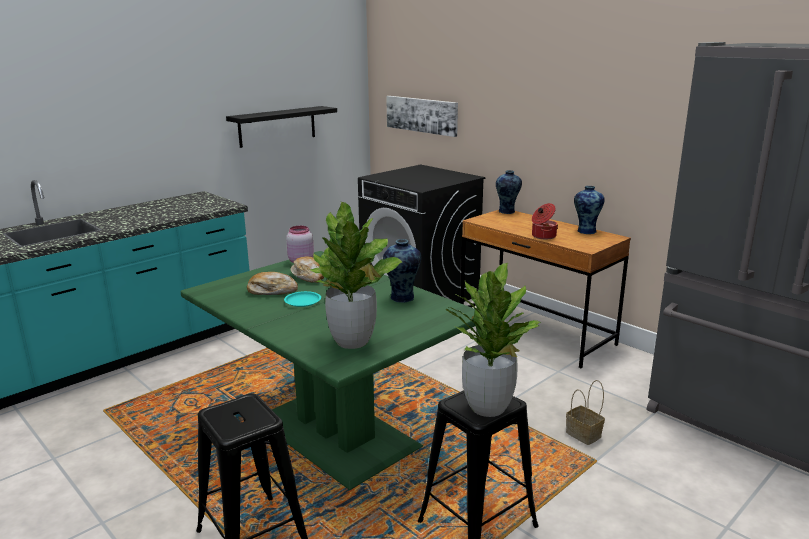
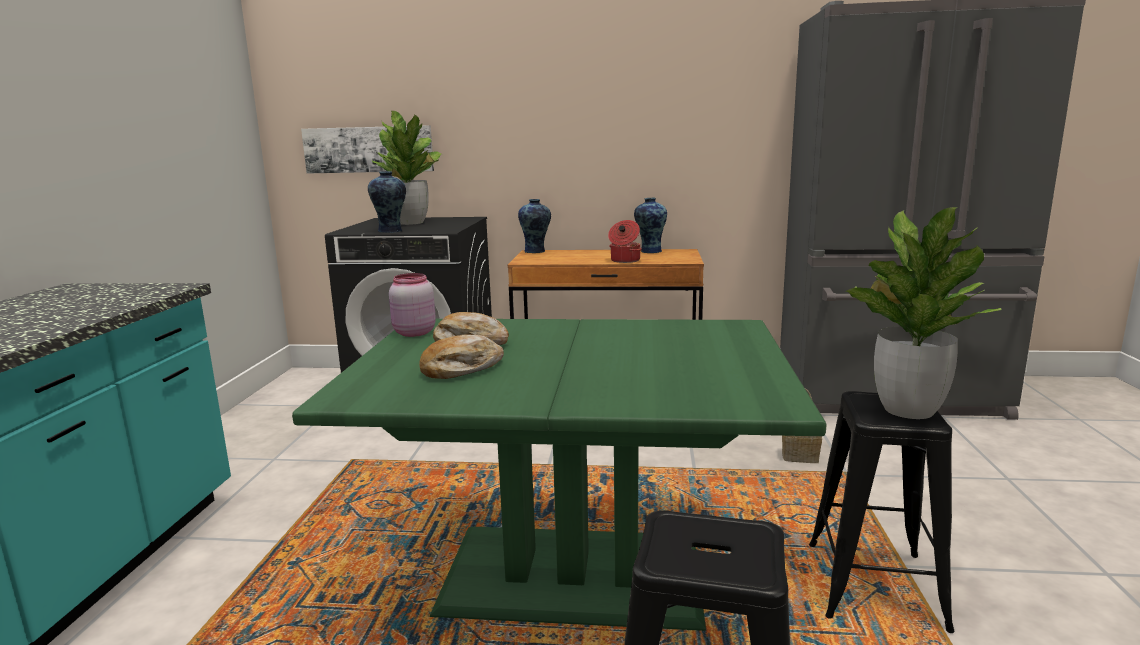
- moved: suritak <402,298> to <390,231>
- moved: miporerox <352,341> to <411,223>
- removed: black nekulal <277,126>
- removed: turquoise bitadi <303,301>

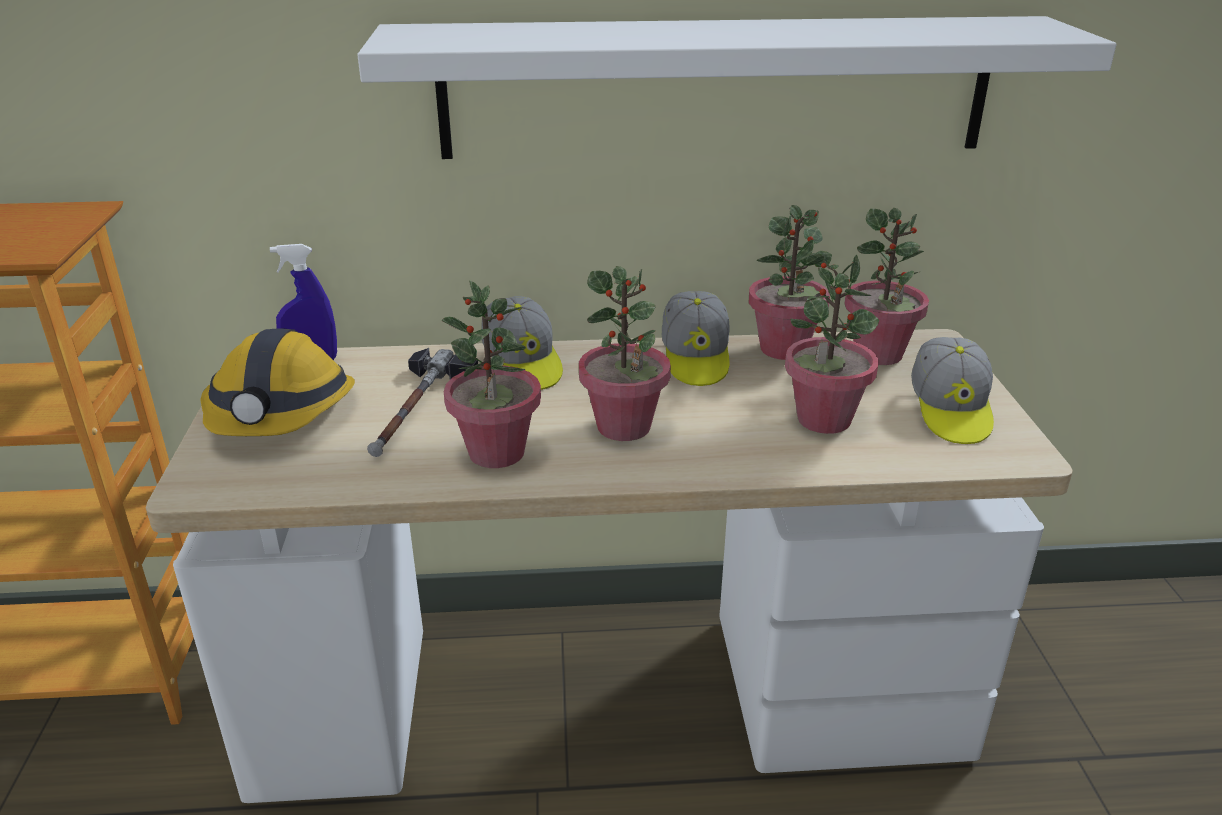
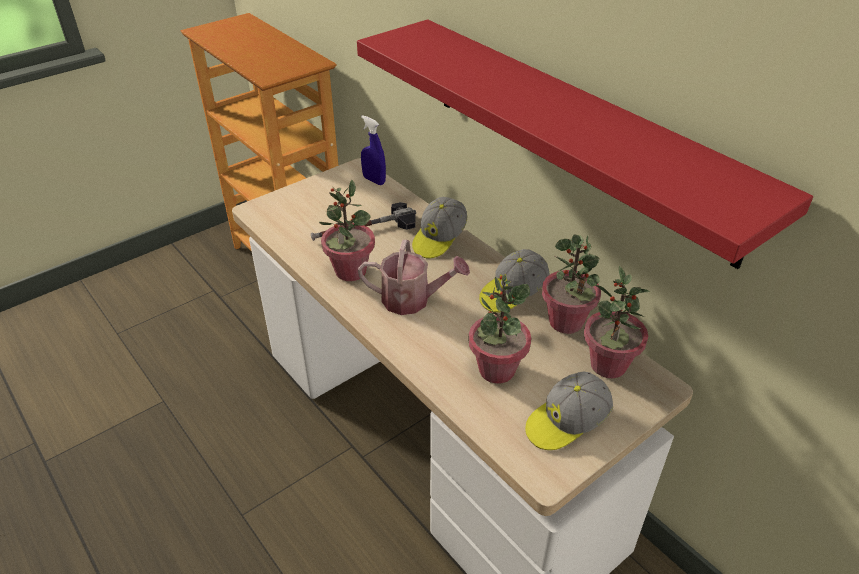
- recoloured: white nekulal <716,88> to red nekulal <575,133>
- replaced: miporerox <624,427> to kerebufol <413,299>
- removed: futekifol <281,413>

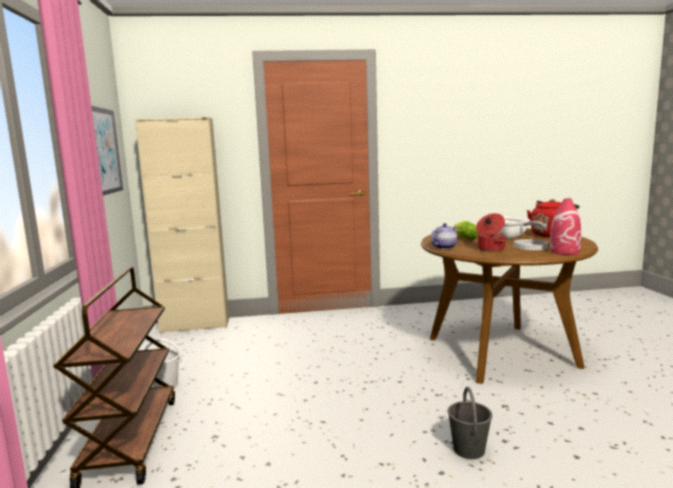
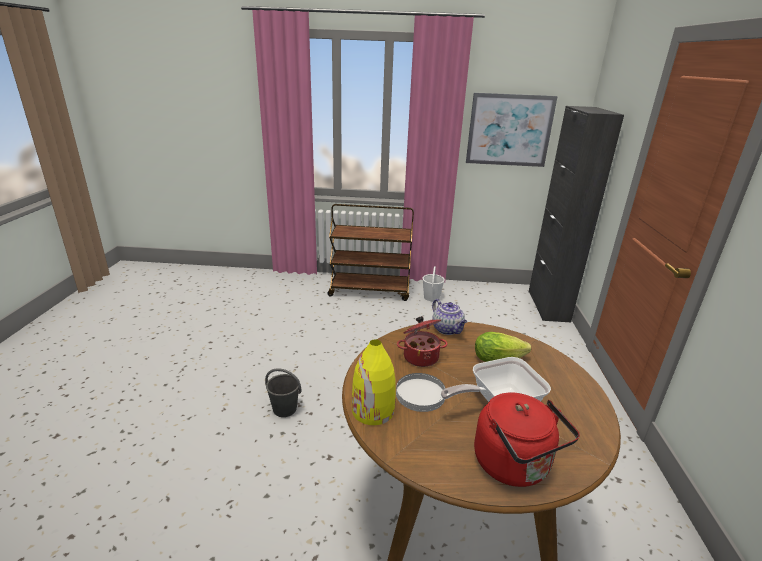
- recoloured: red suritak <564,251> to yellow suritak <373,410>
- recoloured: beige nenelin <195,325> to black nenelin <548,306>

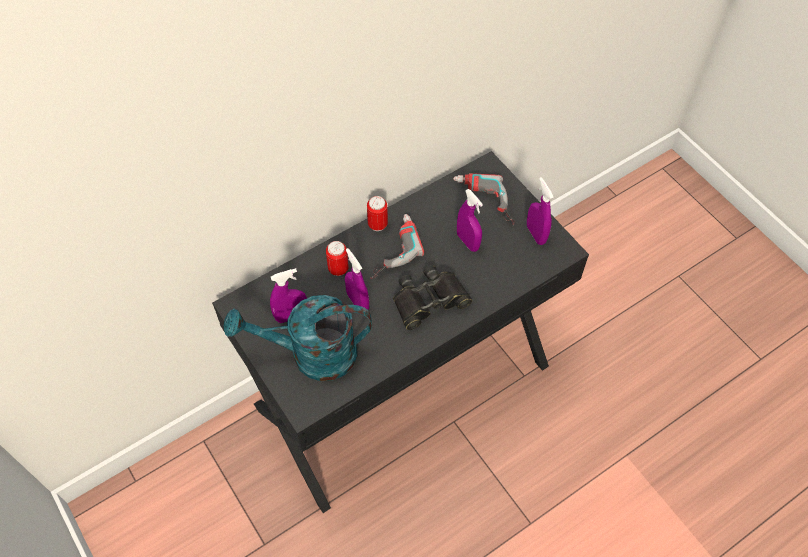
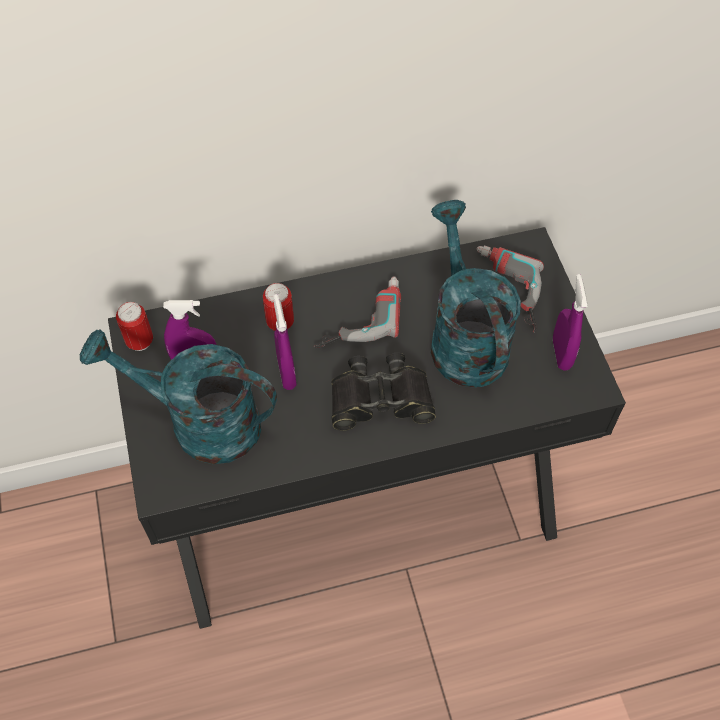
- moved: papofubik <377,224> to <140,341>
- replaced: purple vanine <467,242> to turquoise kerebufol <464,337>

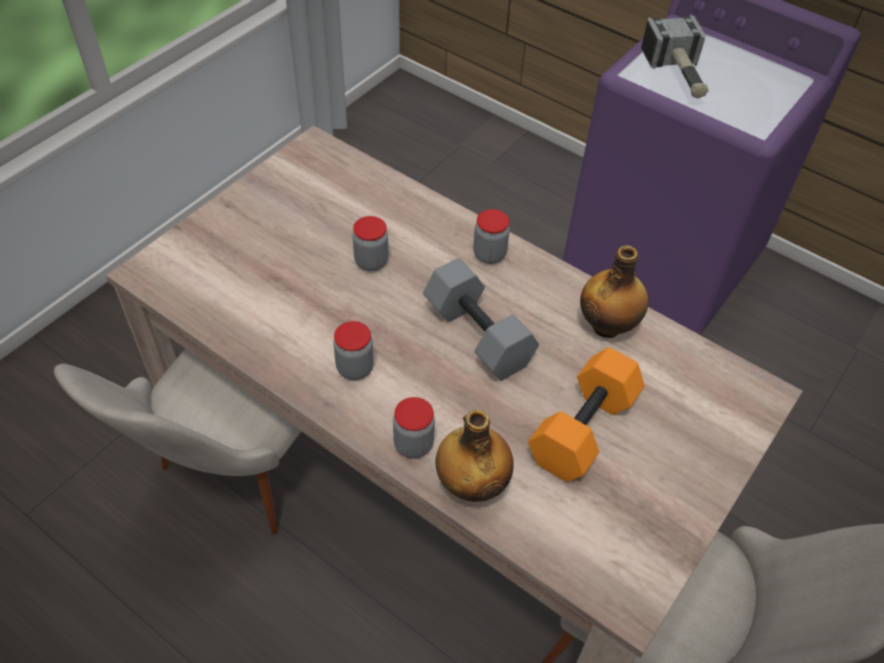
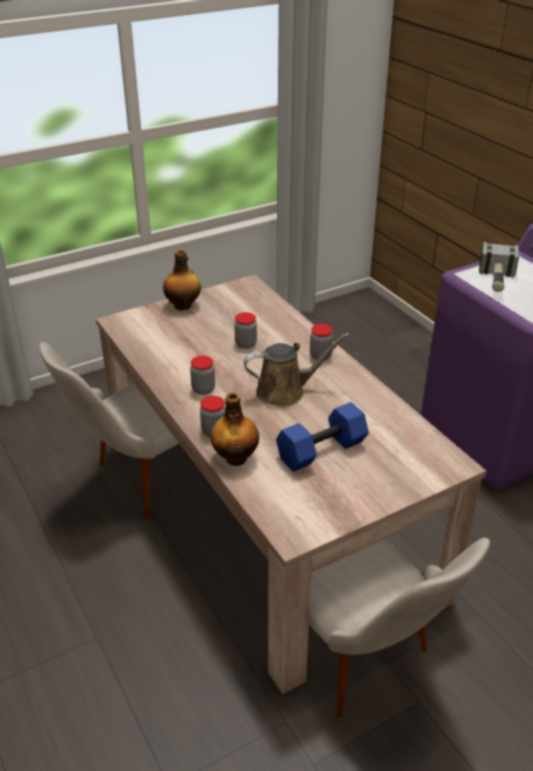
- moved: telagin <608,325> to <183,305>
- replaced: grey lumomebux <475,335> to brown kerebufol <285,391>
- recoloured: orange lumomebux <584,430> to blue lumomebux <321,451>

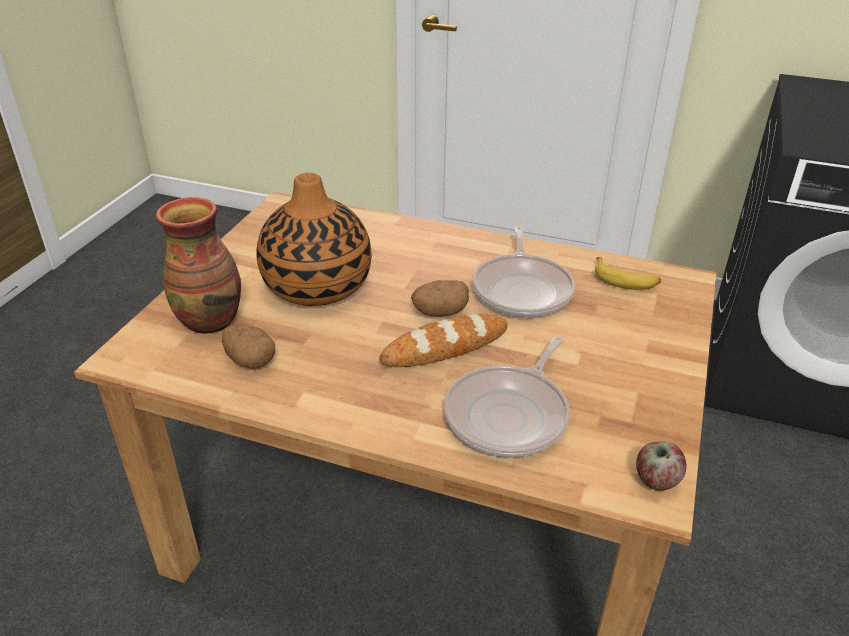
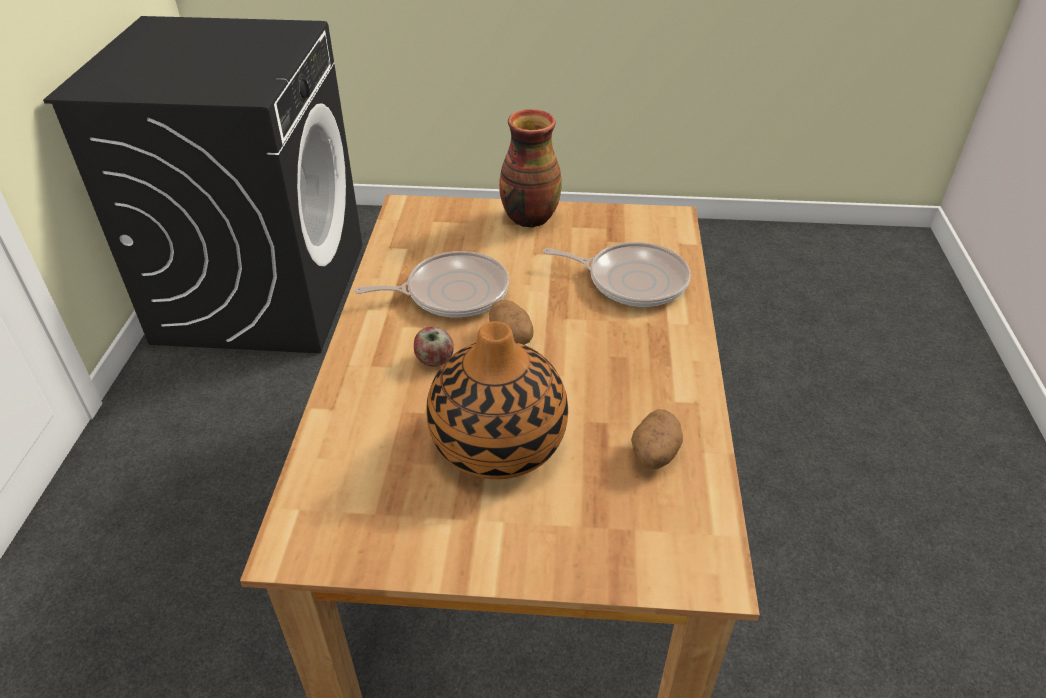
- moved: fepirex <656,480> to <434,360>
- moved: suritak <211,320> to <528,218>
- removed: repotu <445,347>
- removed: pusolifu <625,280>

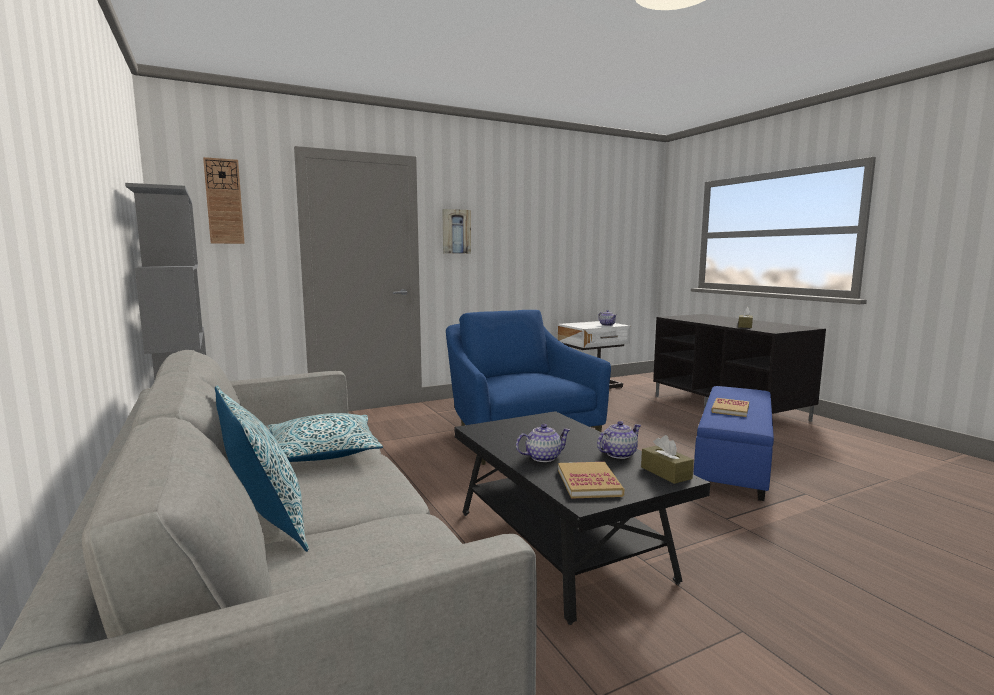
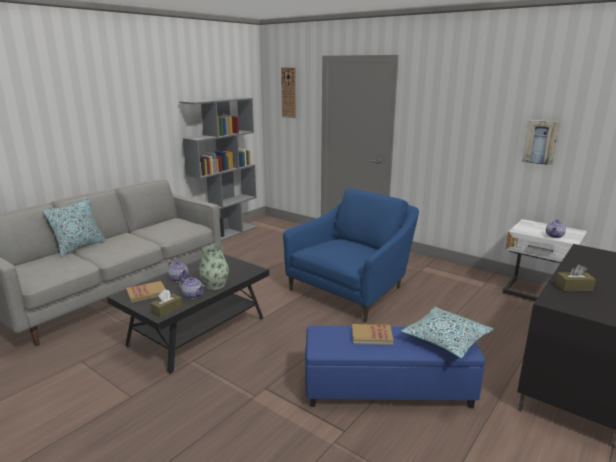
- added: suritak <215,285>
- moved: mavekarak <323,452> to <445,340>
- moved: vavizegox <456,231> to <540,142>

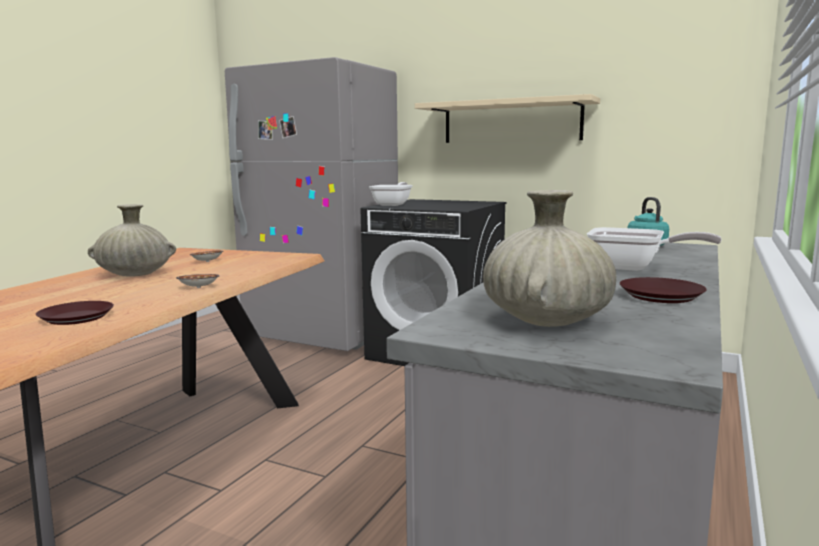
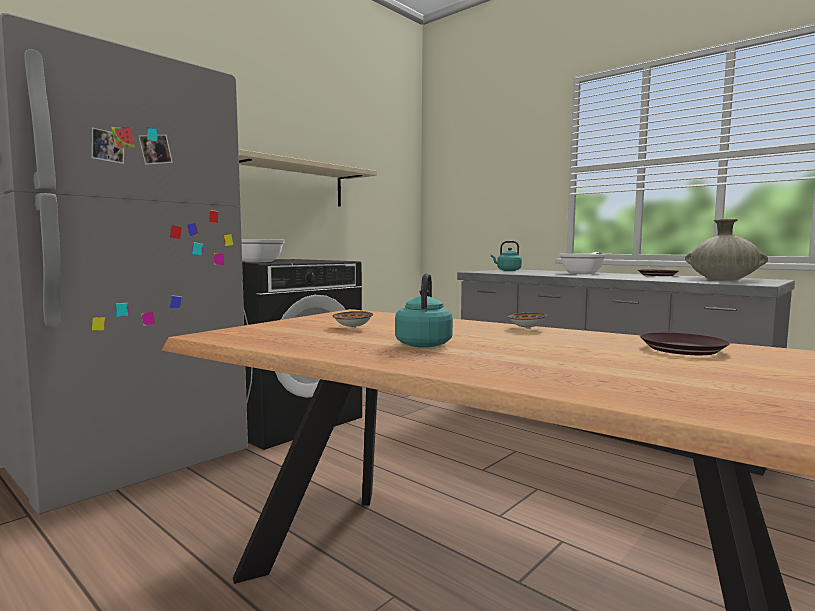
- replaced: beige suritak <135,274> to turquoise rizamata <424,344>

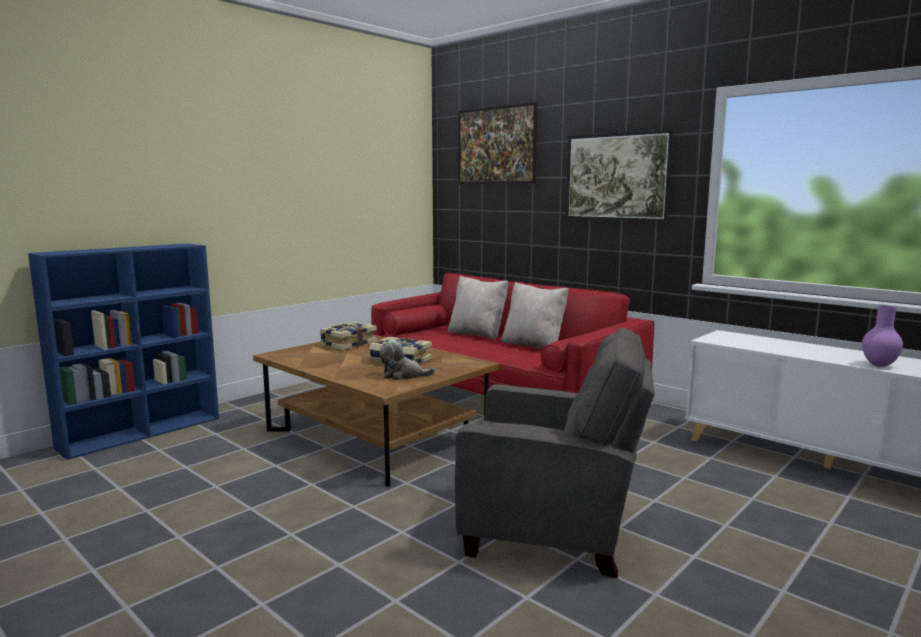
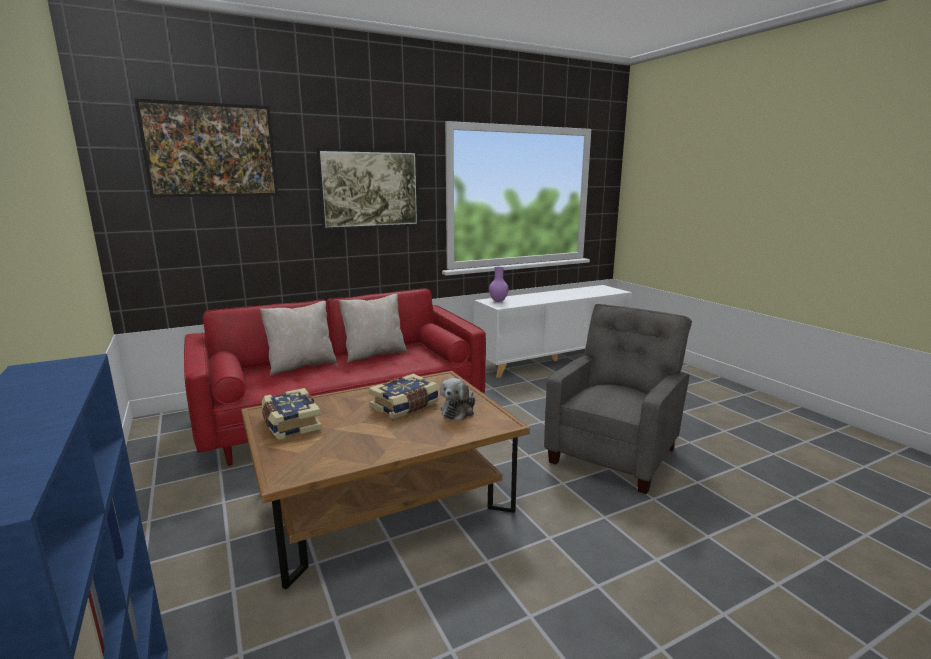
- moved: purple suritak <878,365> to <498,301>

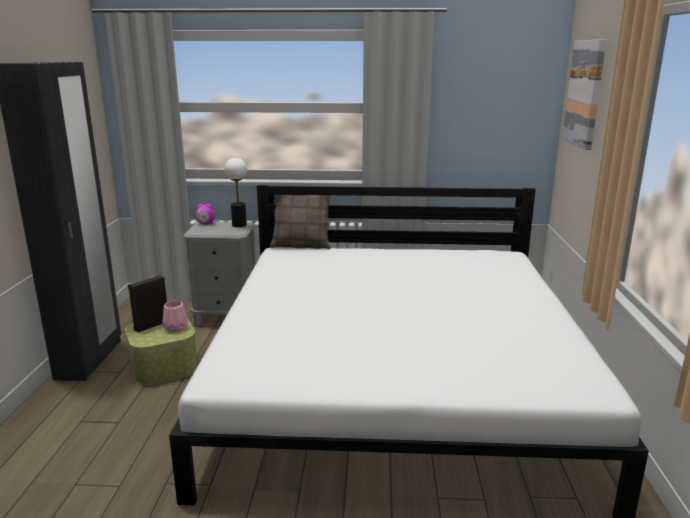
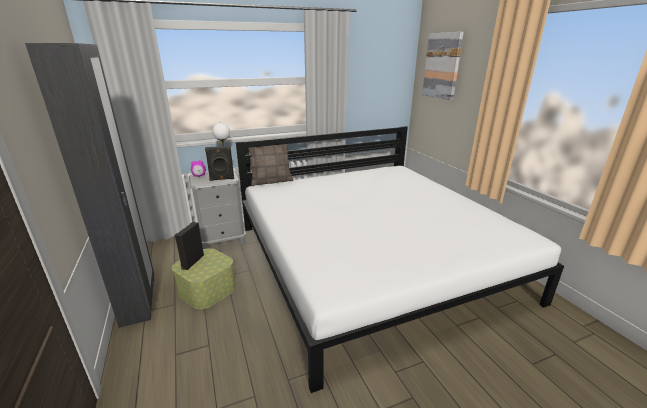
- added: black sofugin <222,179>
- removed: pink suritak <176,328>

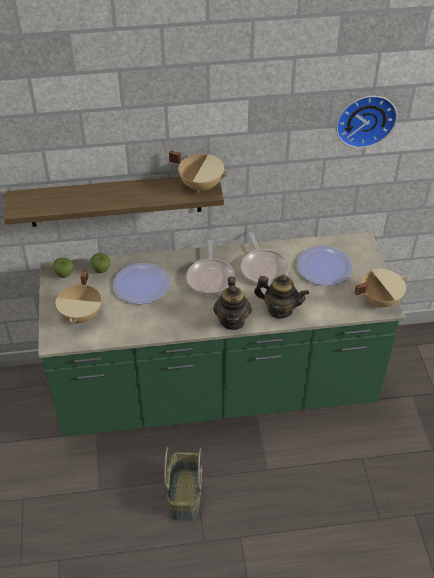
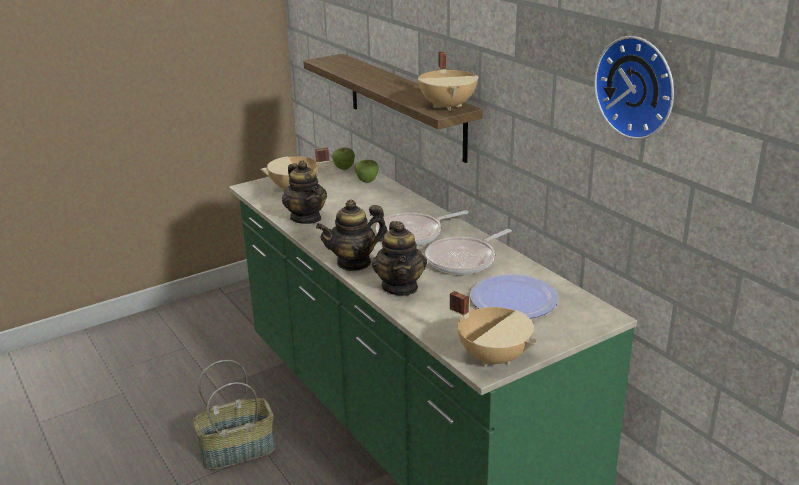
- added: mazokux <306,218>
- removed: bitadi <141,285>

